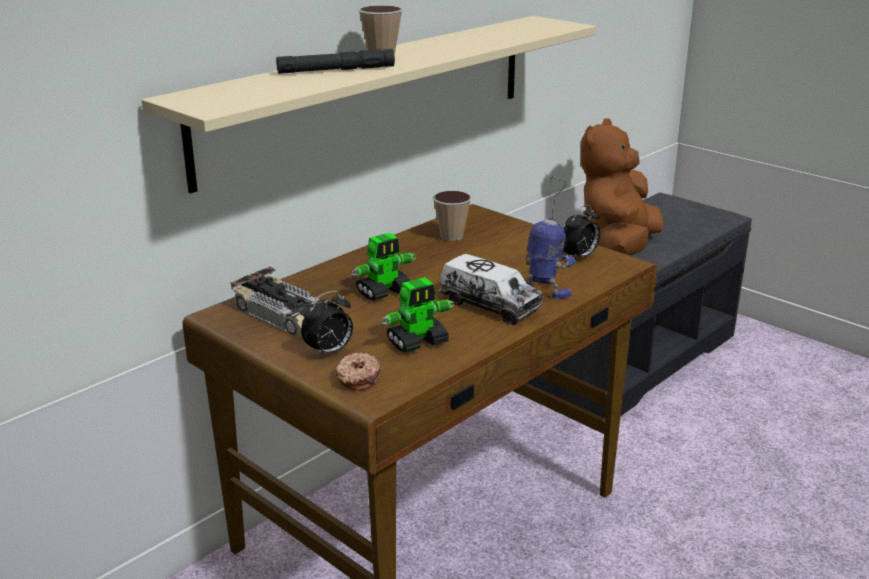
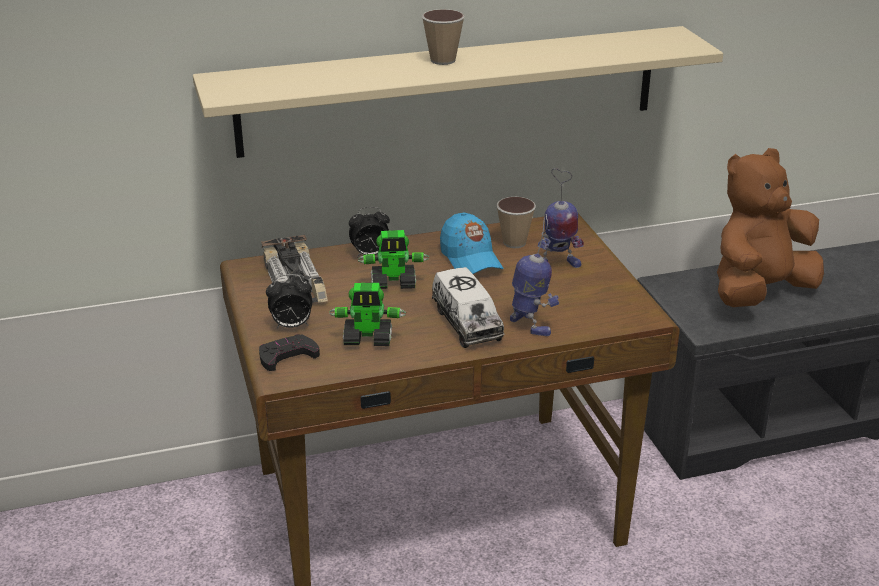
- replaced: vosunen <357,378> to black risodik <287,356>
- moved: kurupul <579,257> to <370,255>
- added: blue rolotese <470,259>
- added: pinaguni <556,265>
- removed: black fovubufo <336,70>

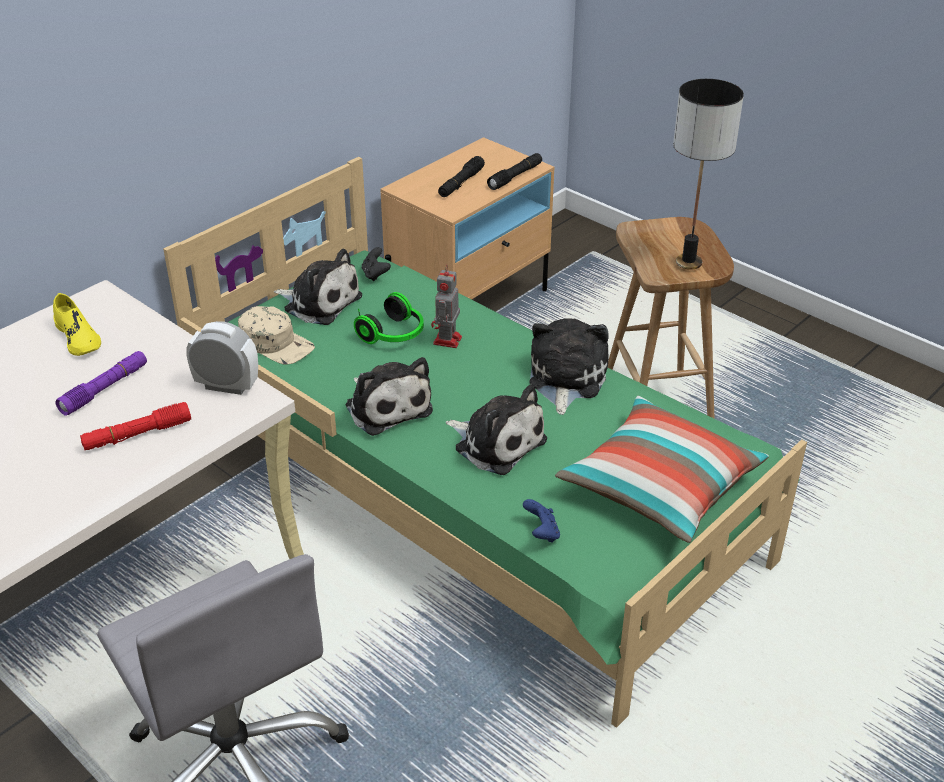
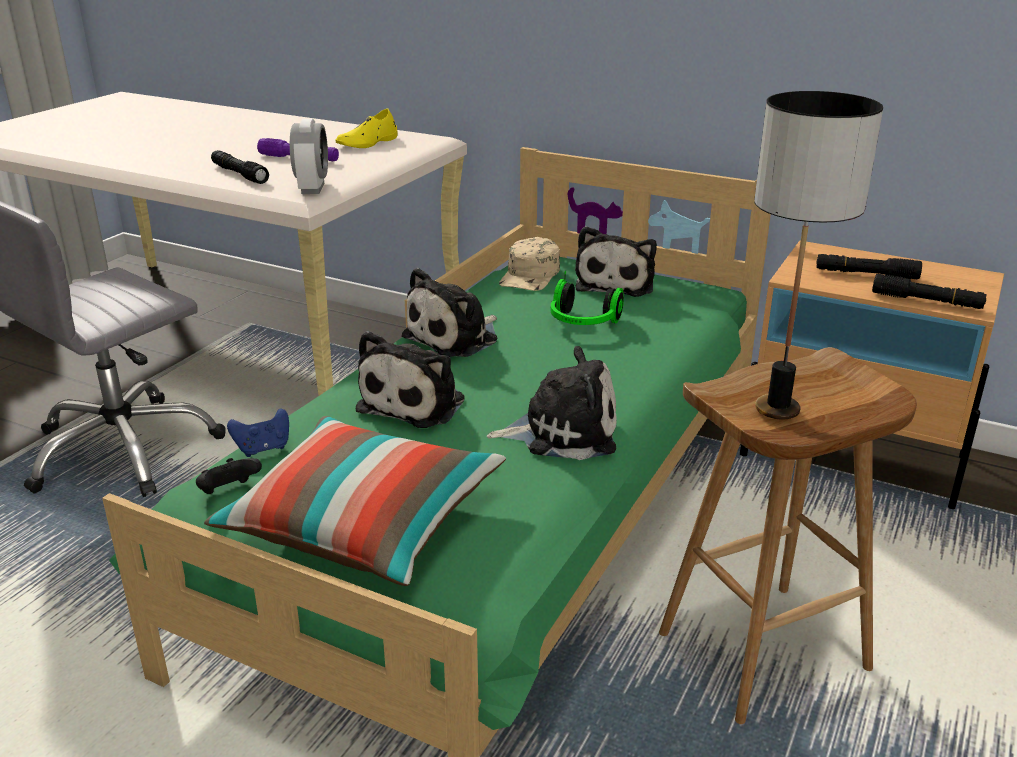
- moved: black risodik <375,274> to <229,492>
- recoloured: red fovubufo <137,435> to black fovubufo <239,174>
- removed: pinaguni <447,341>

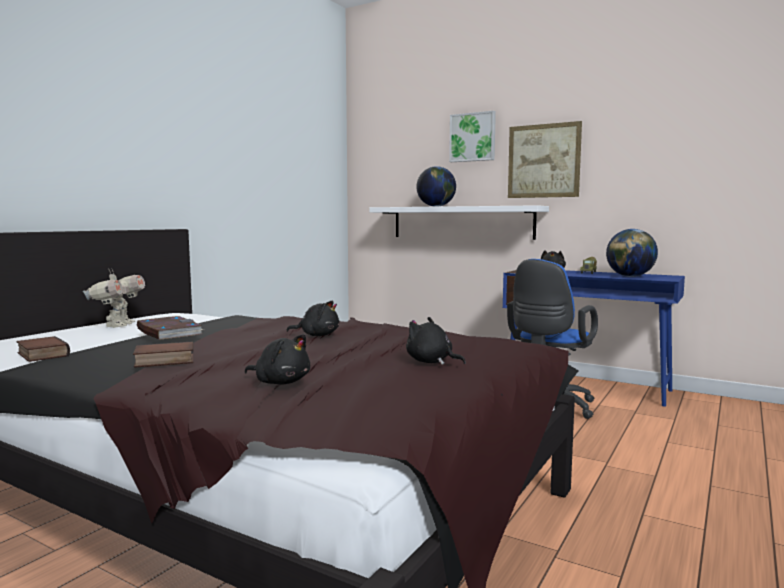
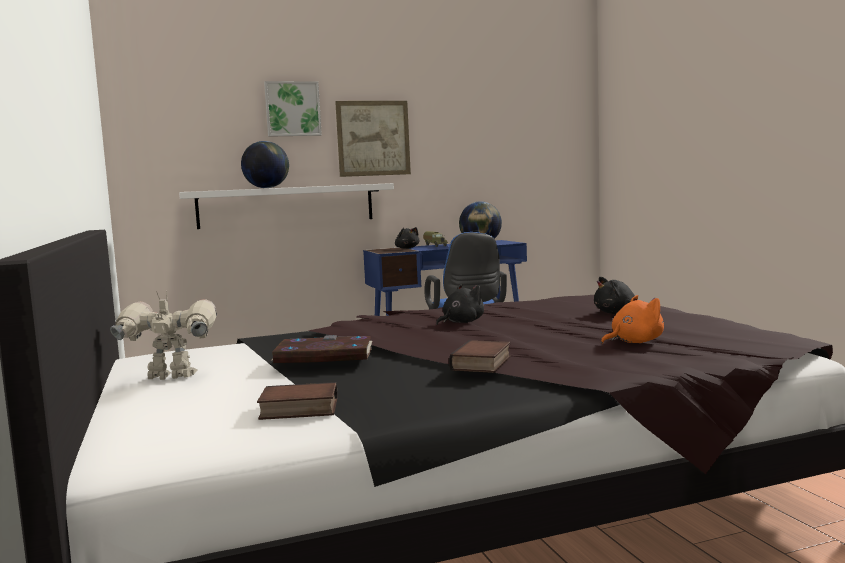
- turned: pinaguni <118,325> = <171,378> 45 degrees counterclockwise
- recoloured: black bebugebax <280,382> to orange bebugebax <634,342>

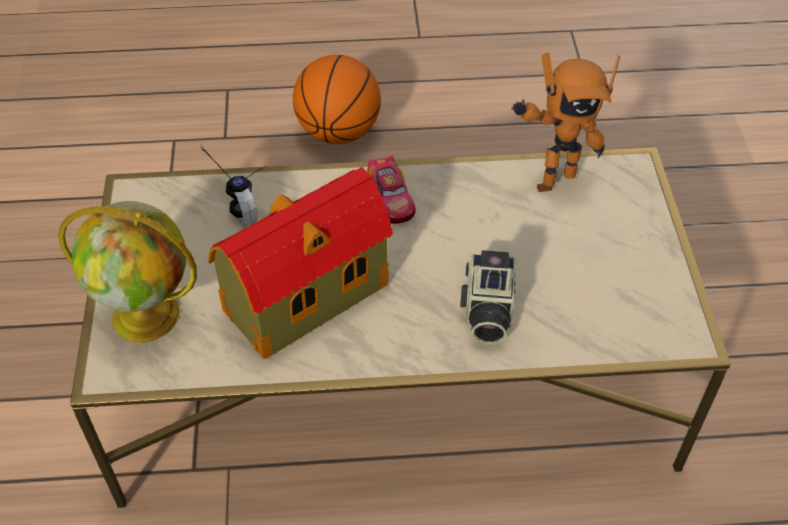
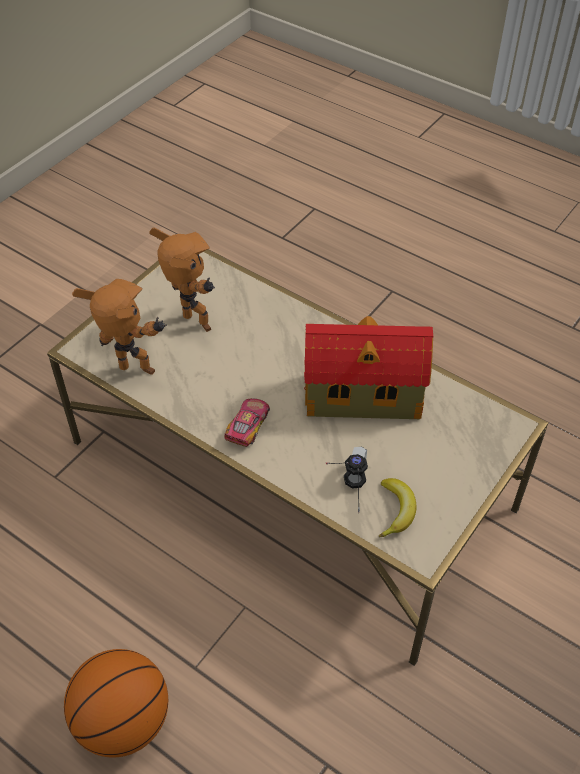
- added: pinaguni <193,326>
- added: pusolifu <396,510>
- removed: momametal <148,315>
- removed: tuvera <486,311>

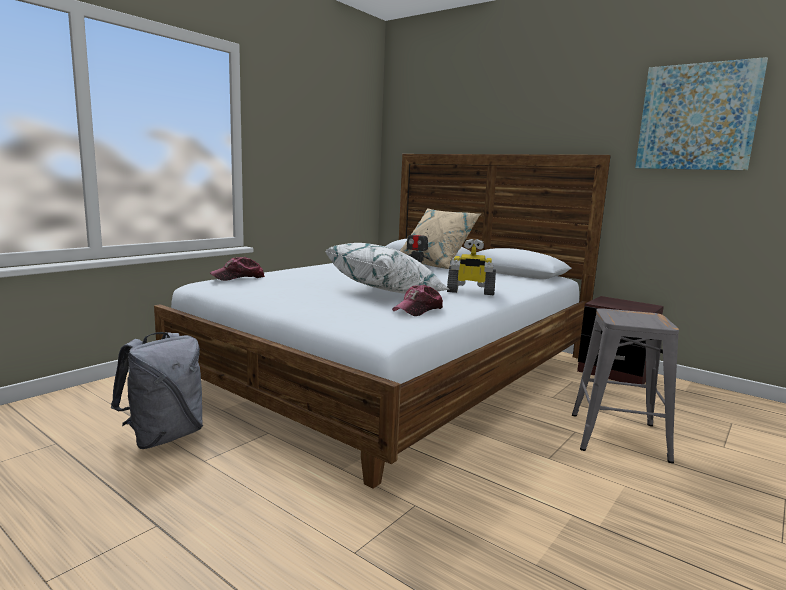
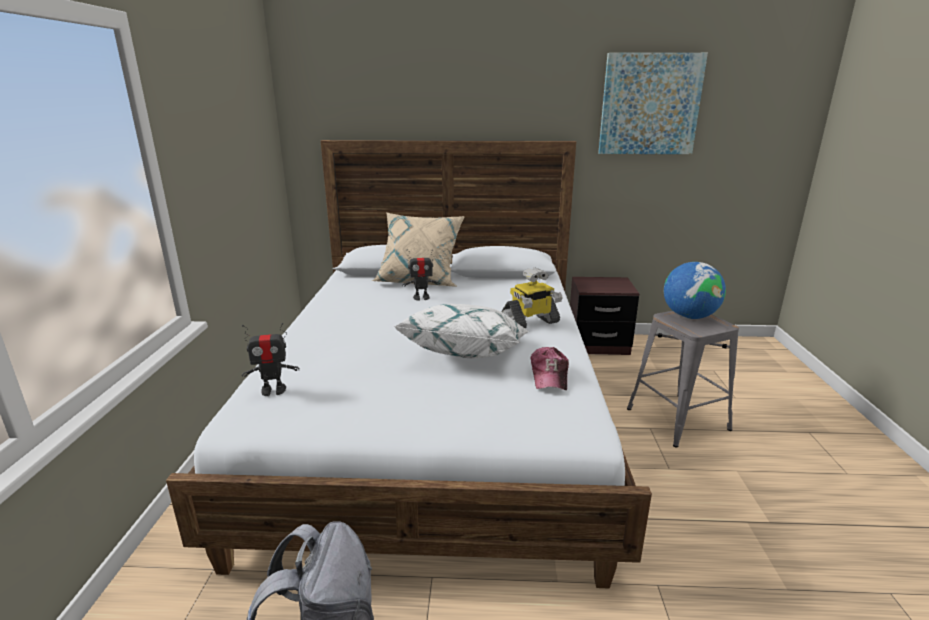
- replaced: rolotese <238,277> to pinaguni <273,390>
- added: momametal <689,316>

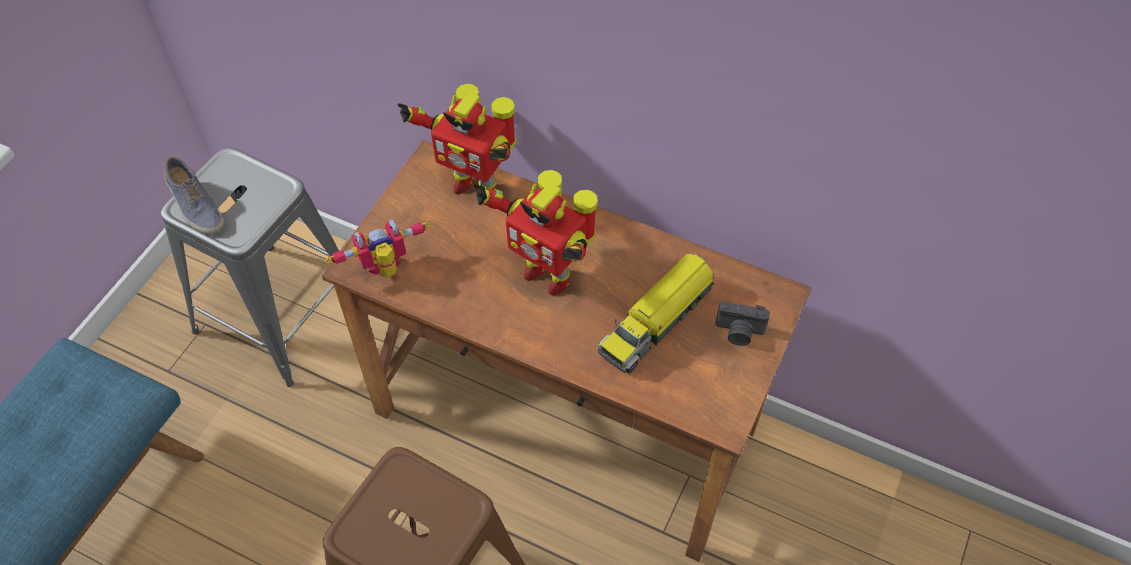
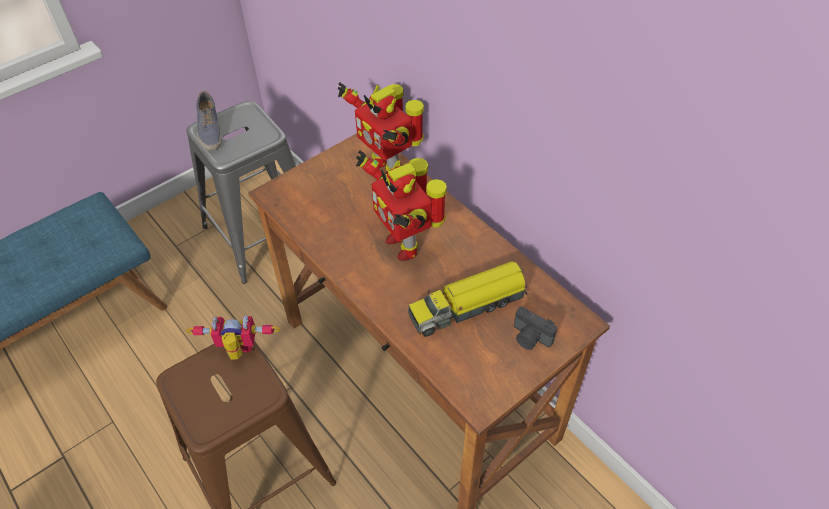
- moved: pinaguni <386,270> to <238,351>

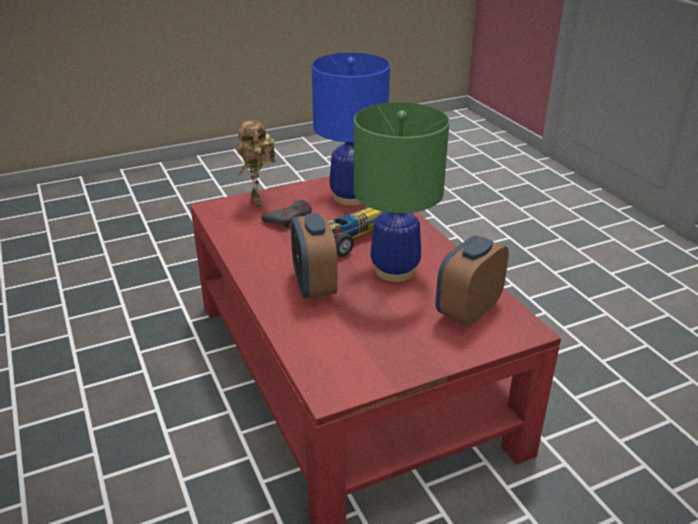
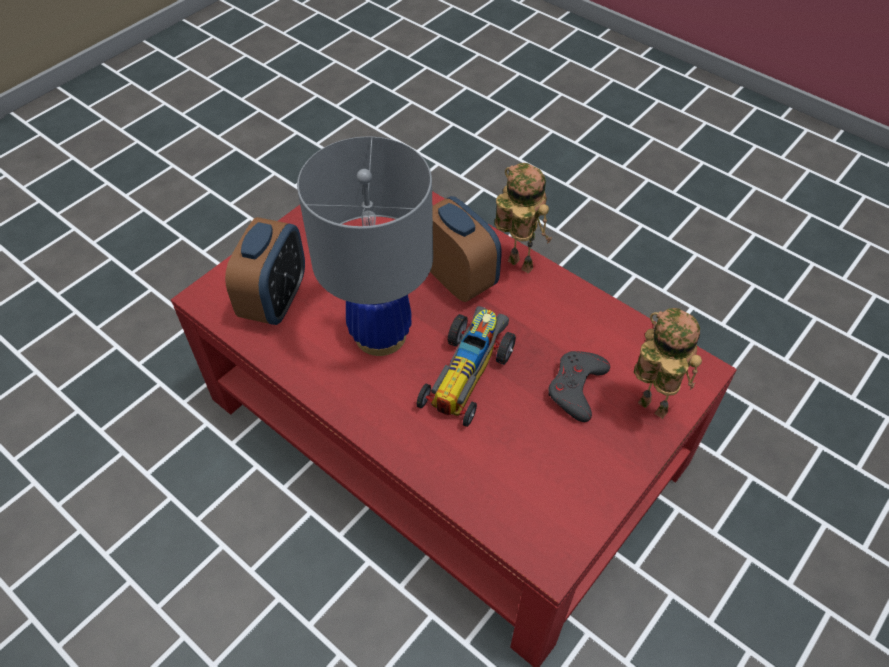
- recoloured: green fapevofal <395,270> to grey fapevofal <380,335>
- added: pinaguni <516,265>
- removed: blue fapevofal <350,197>

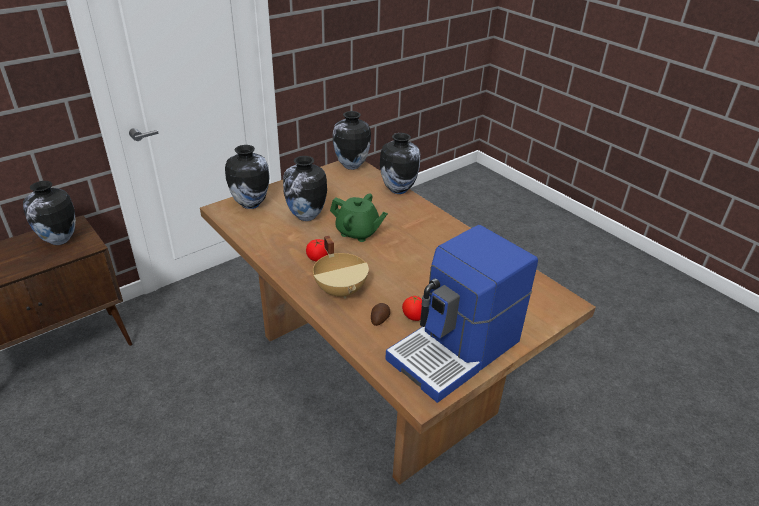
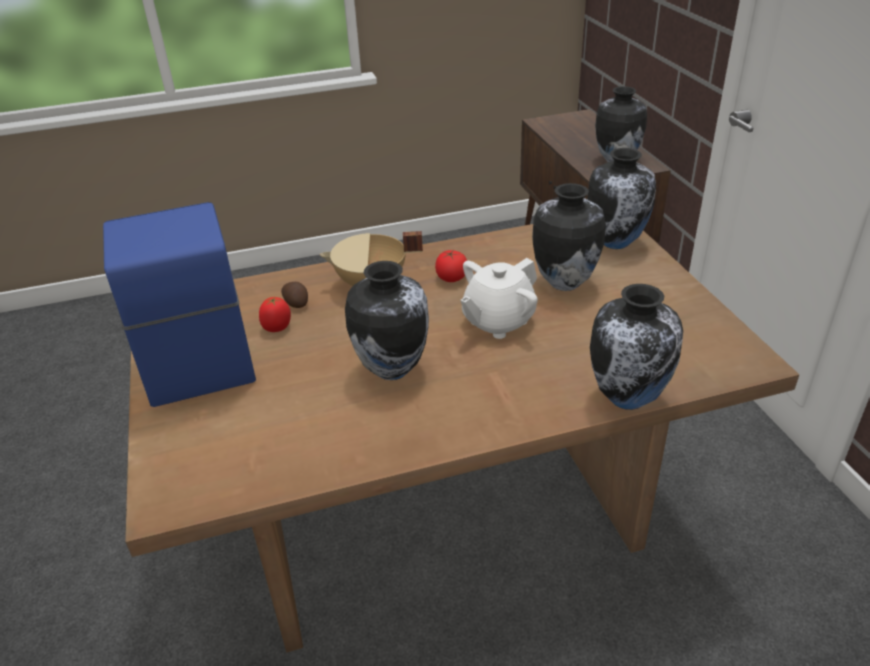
- moved: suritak <351,166> to <392,369>
- recoloured: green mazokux <357,232> to white mazokux <498,321>

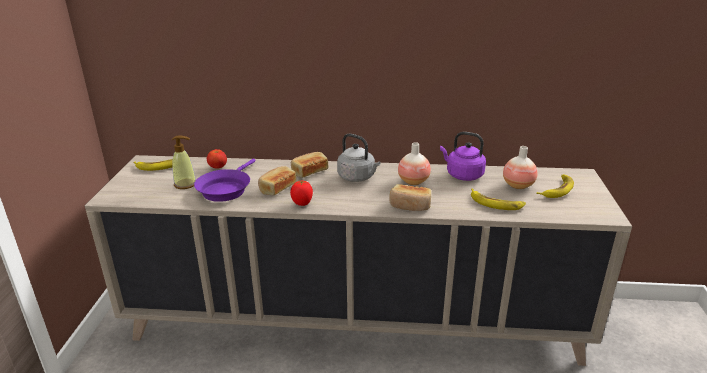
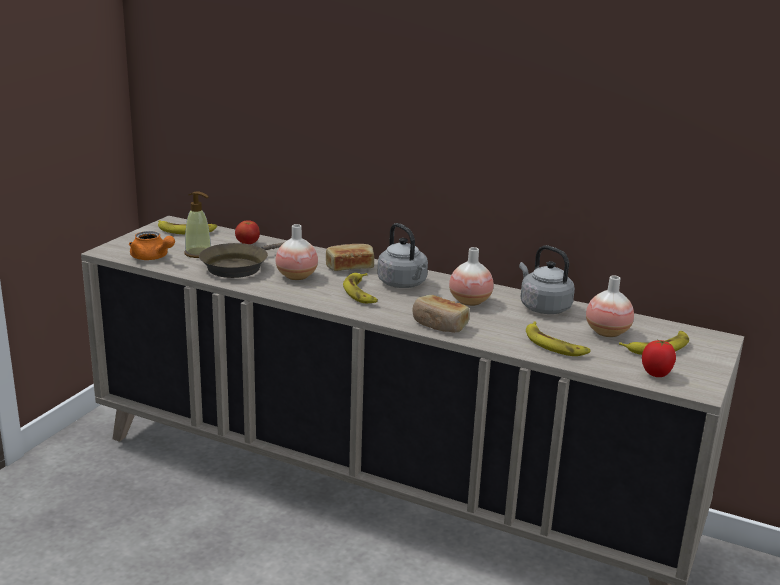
- added: orange mazokux <152,258>
- recoloured: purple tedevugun <226,189> to brown tedevugun <238,266>
- replaced: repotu <277,188> to suritak <296,276>
- added: pusolifu <361,293>
- recoloured: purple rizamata <462,175> to grey rizamata <543,307>
- moved: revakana <302,204> to <656,375>

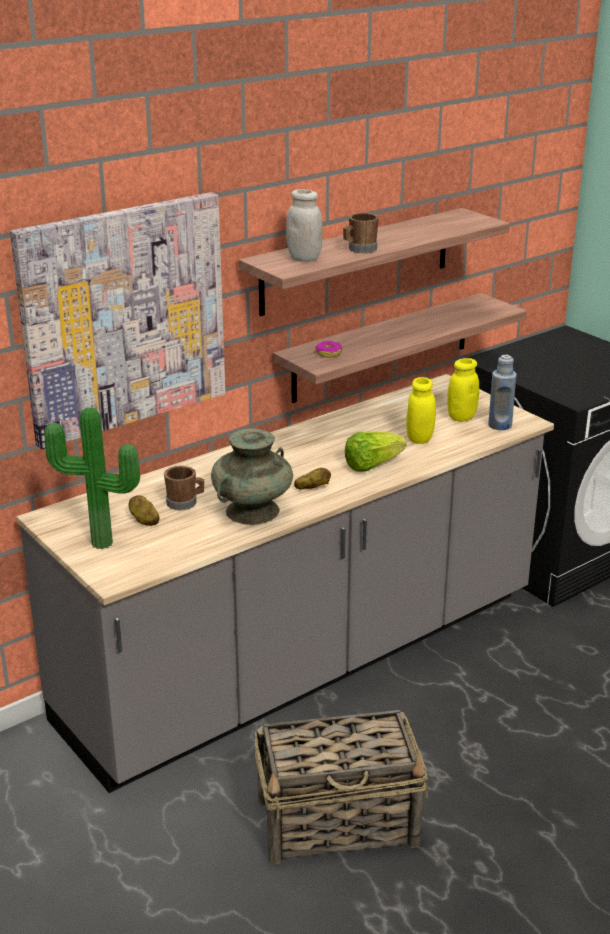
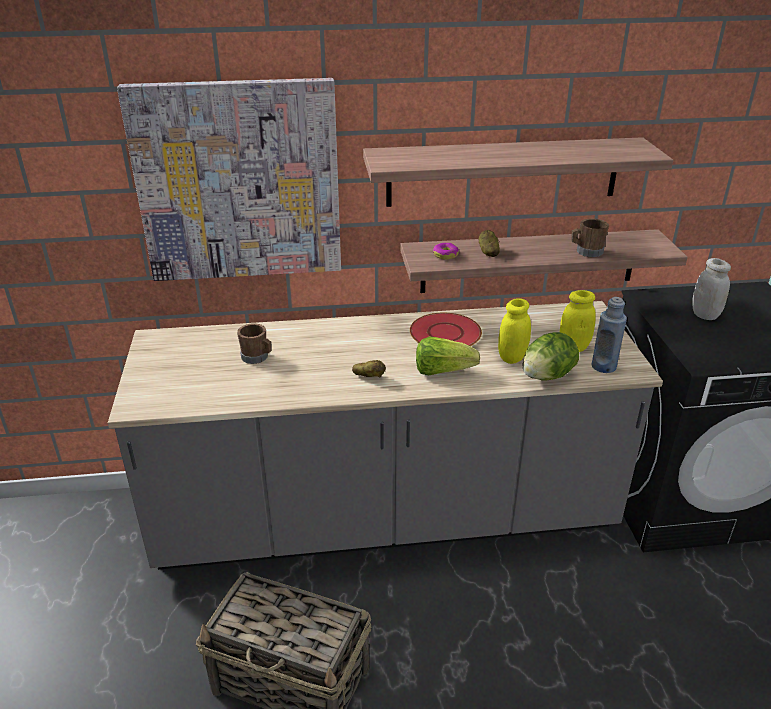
- added: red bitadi <445,334>
- moved: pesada <144,520> to <488,252>
- added: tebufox <547,376>
- moved: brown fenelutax <359,249> to <586,252>
- moved: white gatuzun <304,258> to <705,315>
- removed: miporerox <101,545>
- removed: turquoise suritak <252,511>

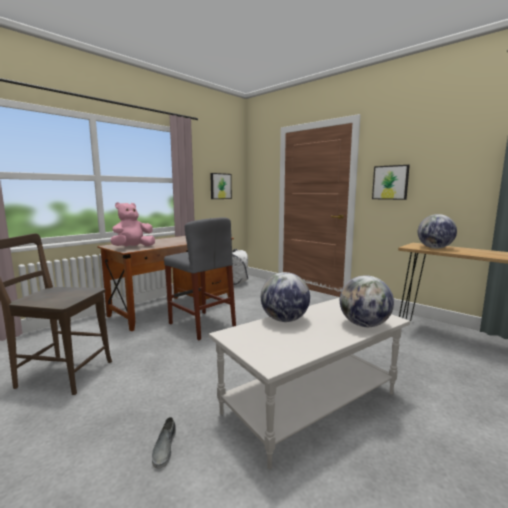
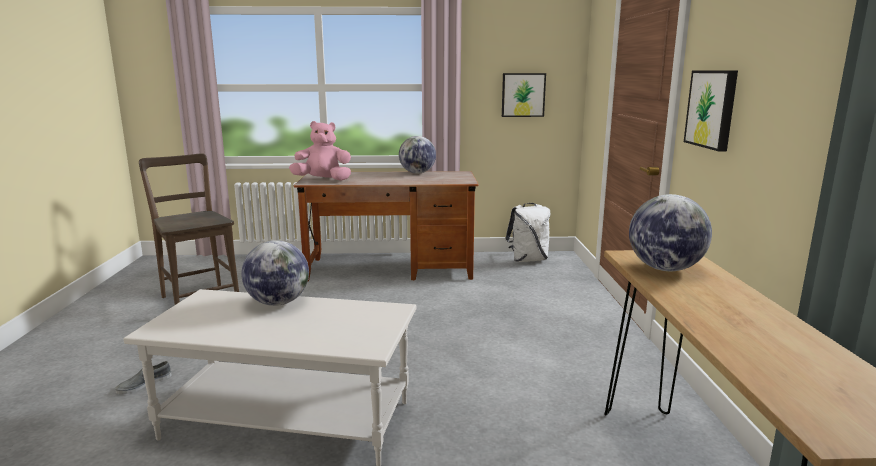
- moved: momametal <364,325> to <417,173>
- removed: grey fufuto <201,324>

